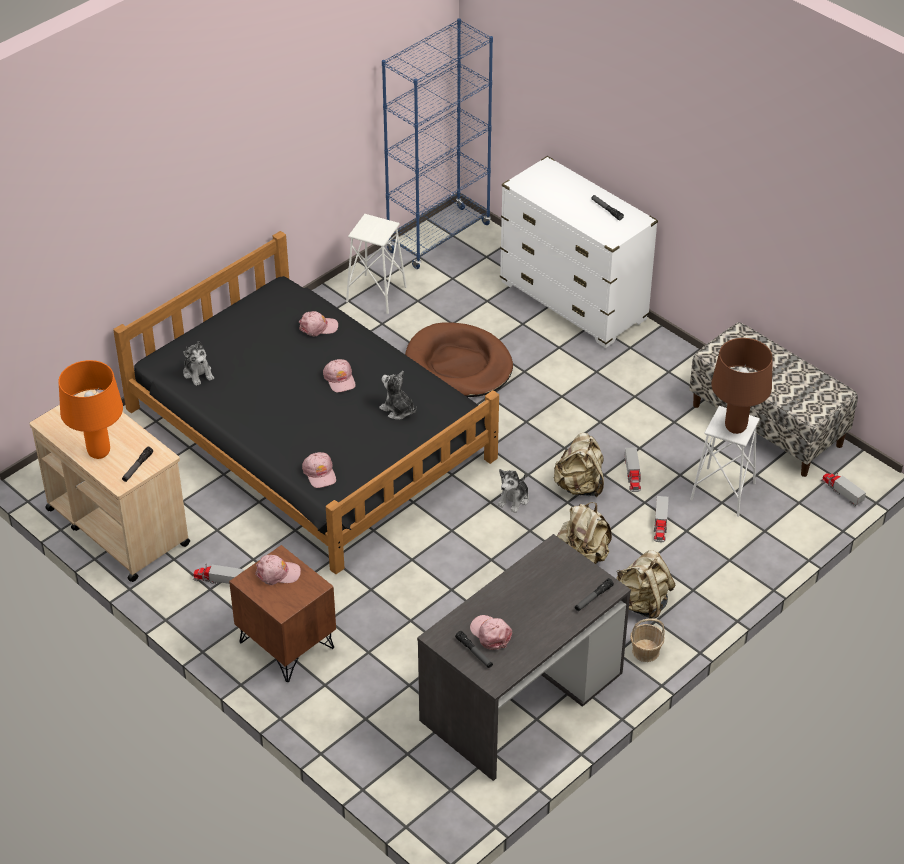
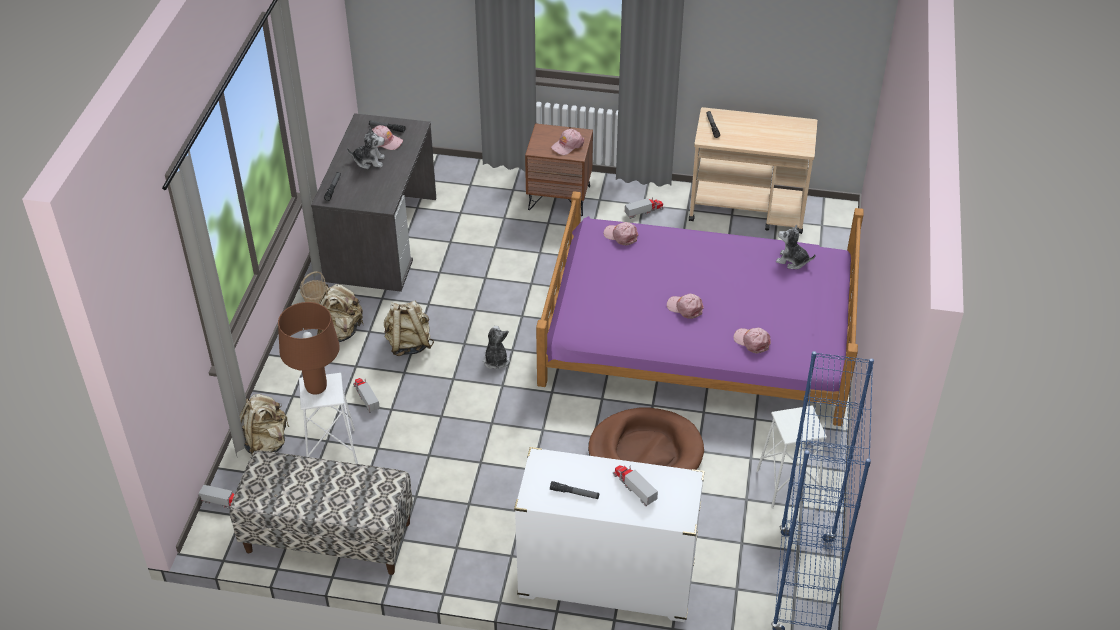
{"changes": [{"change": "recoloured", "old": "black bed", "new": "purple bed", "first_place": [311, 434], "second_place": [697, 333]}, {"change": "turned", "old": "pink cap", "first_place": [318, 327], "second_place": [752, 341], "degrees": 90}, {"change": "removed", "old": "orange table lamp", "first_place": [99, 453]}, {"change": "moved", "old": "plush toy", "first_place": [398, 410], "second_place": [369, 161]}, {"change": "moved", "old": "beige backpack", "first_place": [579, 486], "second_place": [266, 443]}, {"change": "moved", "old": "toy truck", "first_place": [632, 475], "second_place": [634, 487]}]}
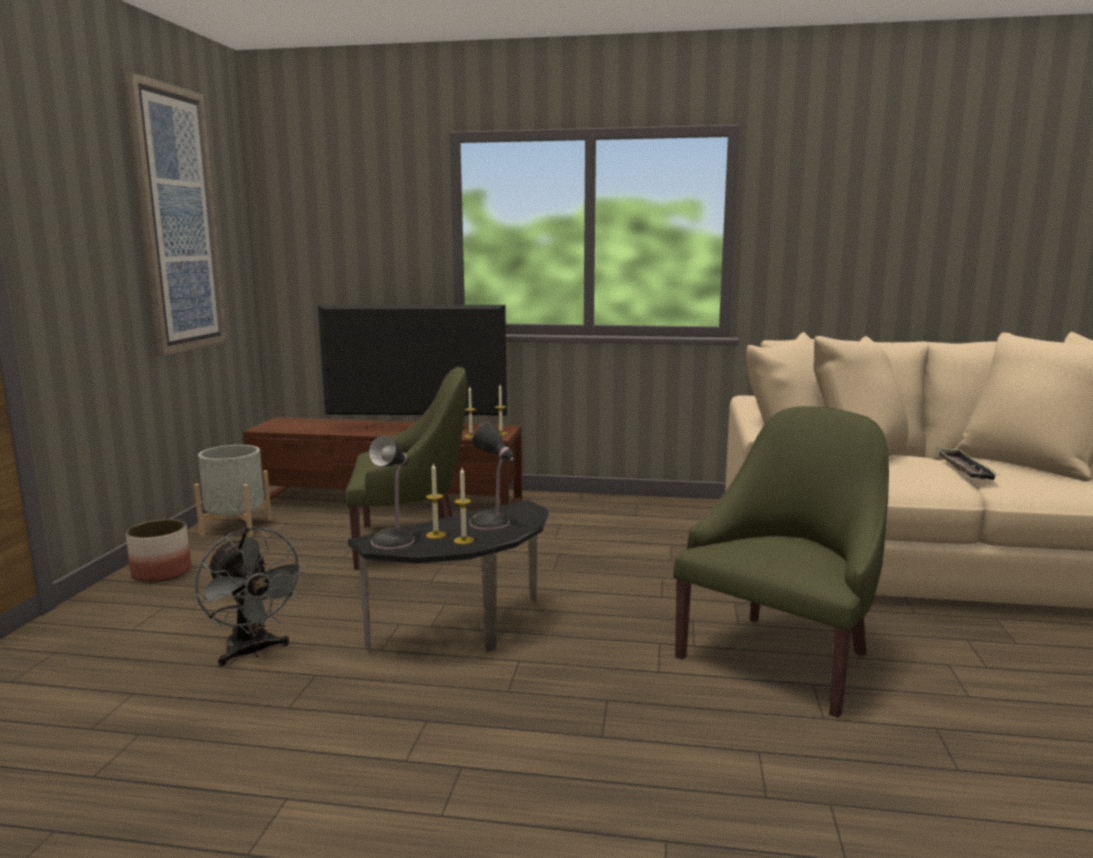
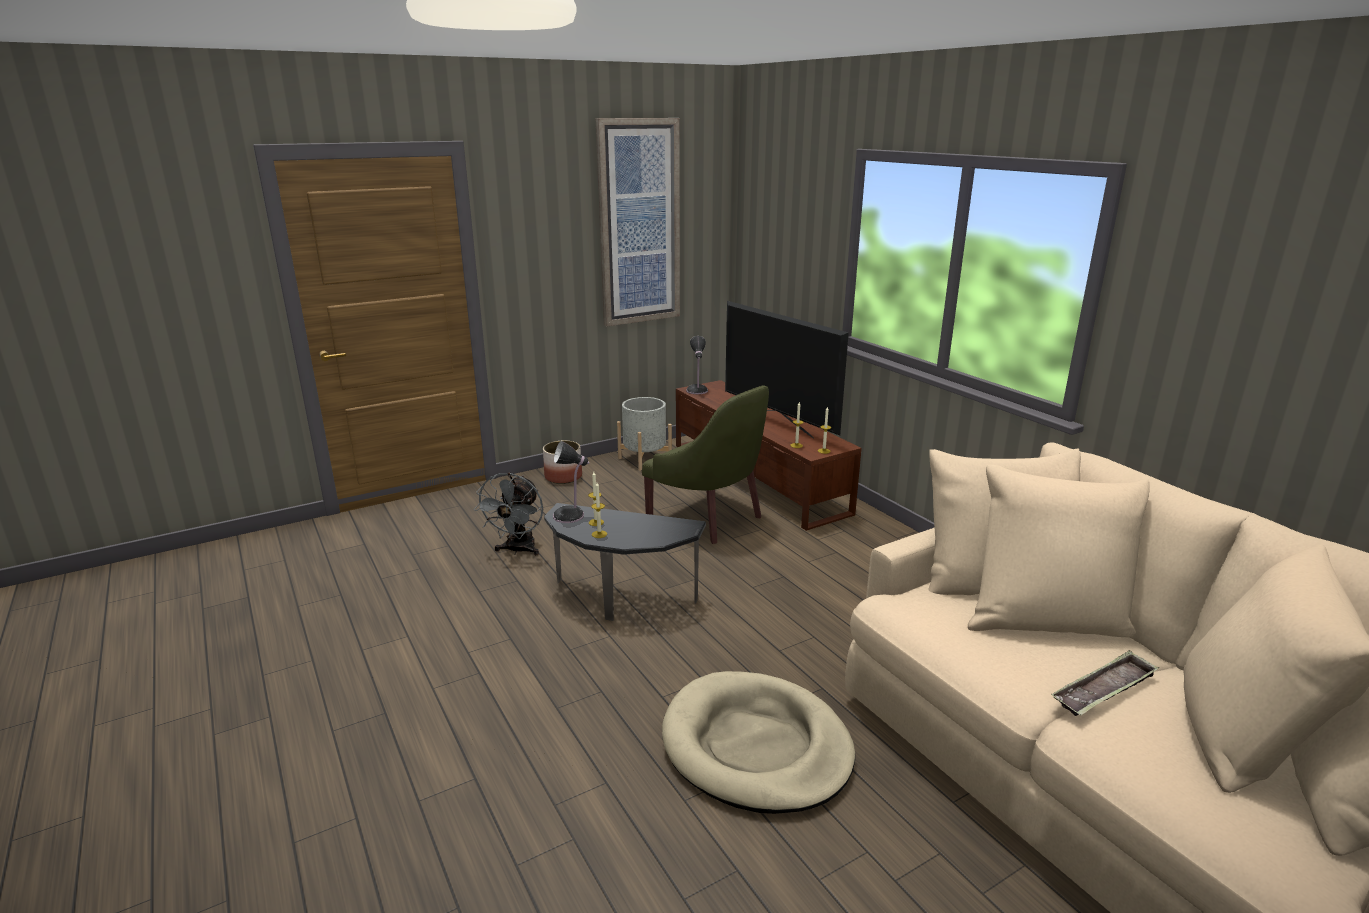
{"changes": [{"change": "replaced", "old": "green armchair", "new": "beige dog bed", "first_place": [781, 657], "second_place": [756, 747]}, {"change": "moved", "old": "table lamp", "first_place": [491, 524], "second_place": [697, 391]}]}
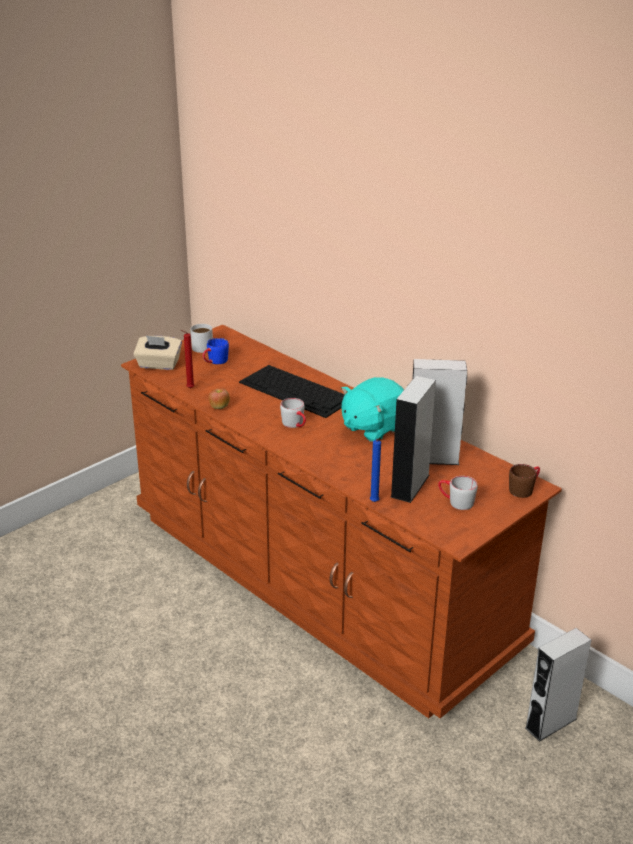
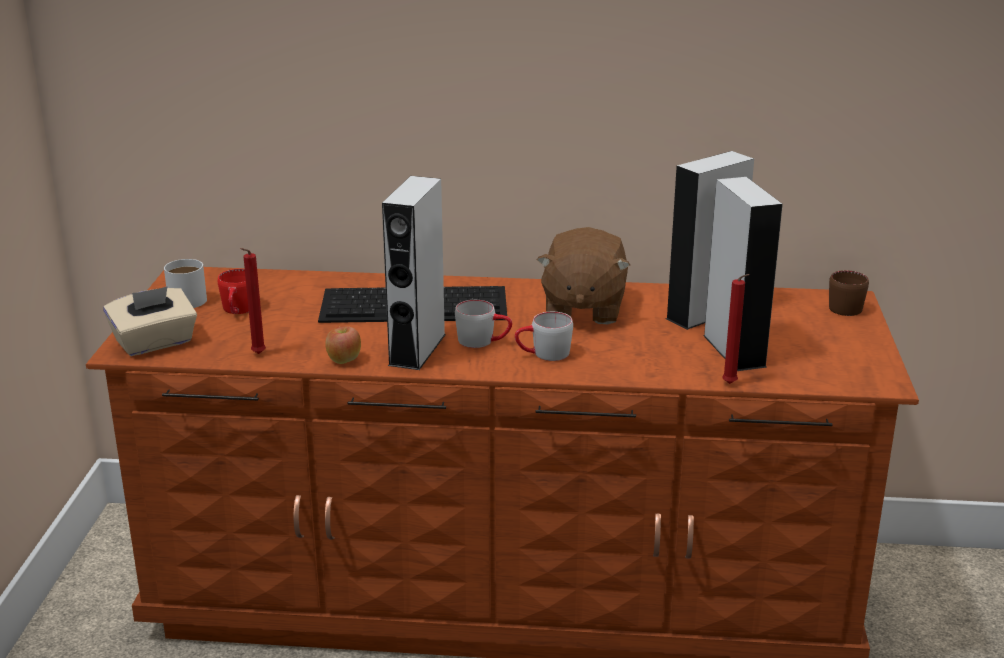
{"changes": [{"change": "recoloured", "old": "blue mug", "new": "red mug", "first_place": [215, 362], "second_place": [238, 311]}, {"change": "recoloured", "old": "turquoise plush toy", "new": "brown plush toy", "first_place": [373, 428], "second_place": [582, 309]}, {"change": "recoloured", "old": "blue candle", "new": "red candle", "first_place": [374, 503], "second_place": [731, 385]}, {"change": "moved", "old": "grey mug", "first_place": [455, 502], "second_place": [543, 354]}, {"change": "moved", "old": "grey speaker", "first_place": [550, 723], "second_place": [417, 349]}]}
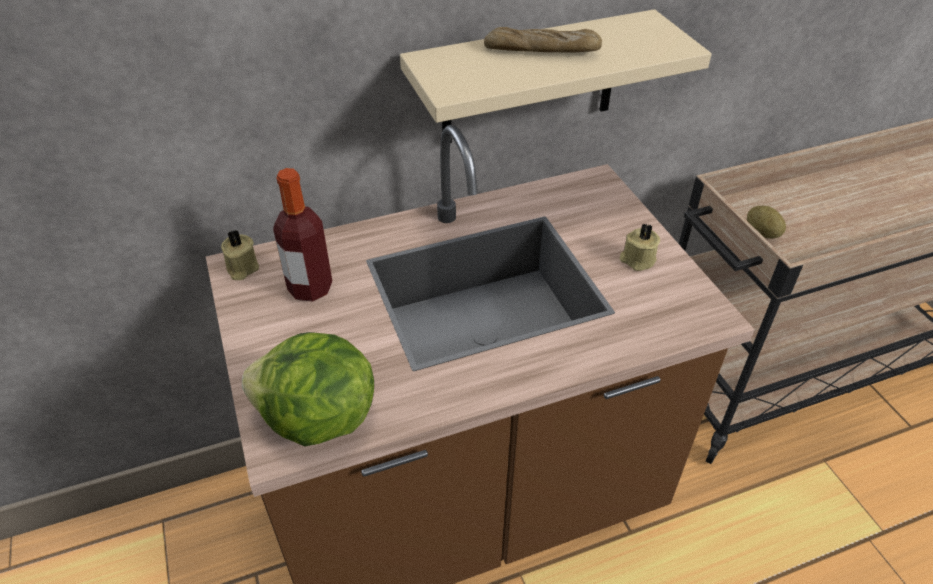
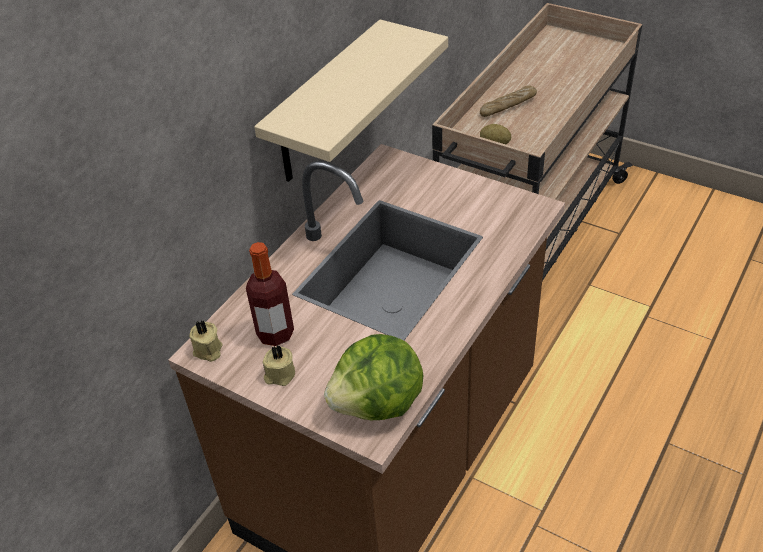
{"changes": [{"change": "moved", "old": "bread", "first_place": [541, 51], "second_place": [508, 106]}, {"change": "moved", "old": "beige candle", "first_place": [637, 260], "second_place": [279, 375]}]}
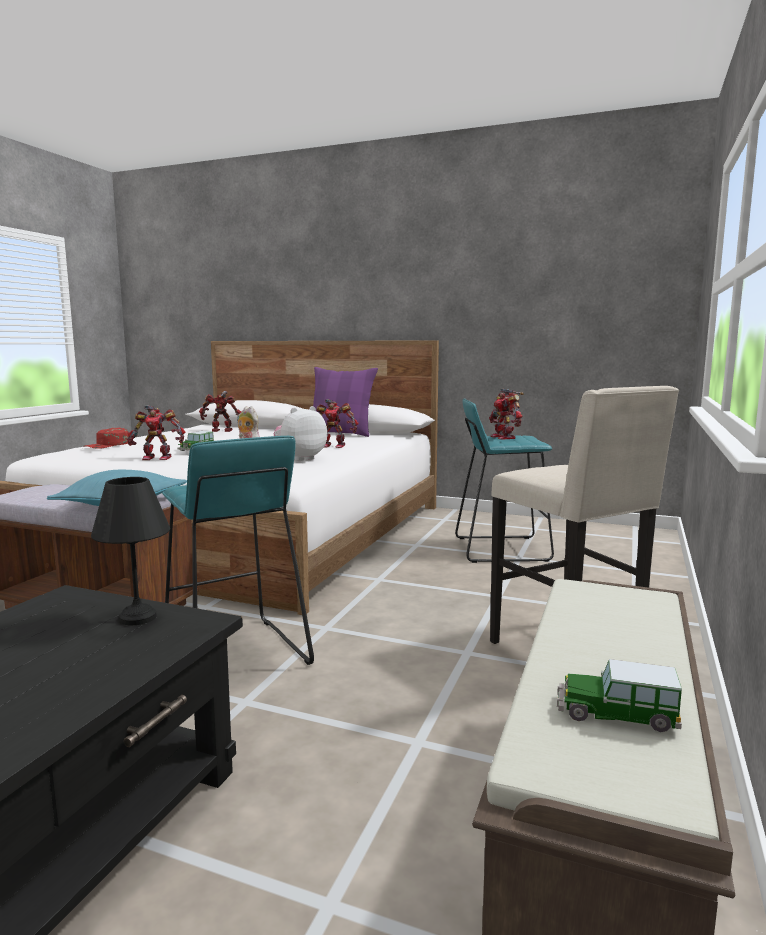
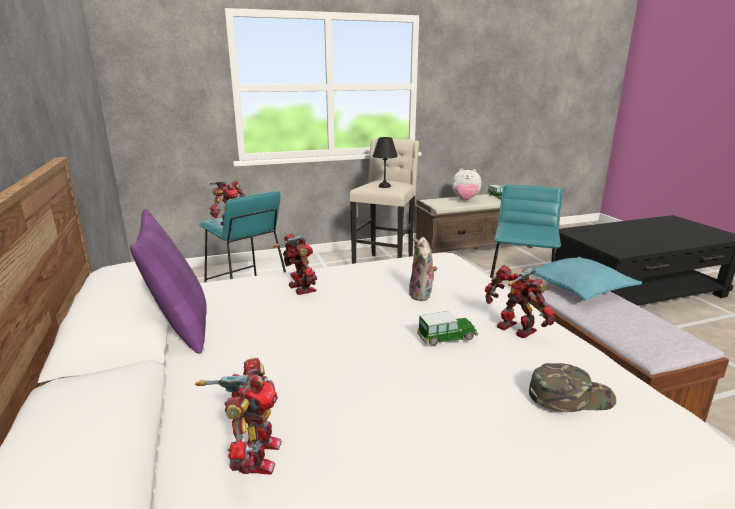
{"changes": [{"change": "turned", "old": "toy robot", "first_place": [222, 431], "second_place": [255, 456], "degrees": -135}, {"change": "moved", "old": "plush toy", "first_place": [300, 458], "second_place": [465, 200]}, {"change": "recoloured", "old": "red cap", "new": "green cap", "first_place": [107, 445], "second_place": [570, 396]}, {"change": "moved", "old": "black table lamp", "first_place": [137, 617], "second_place": [384, 186]}]}
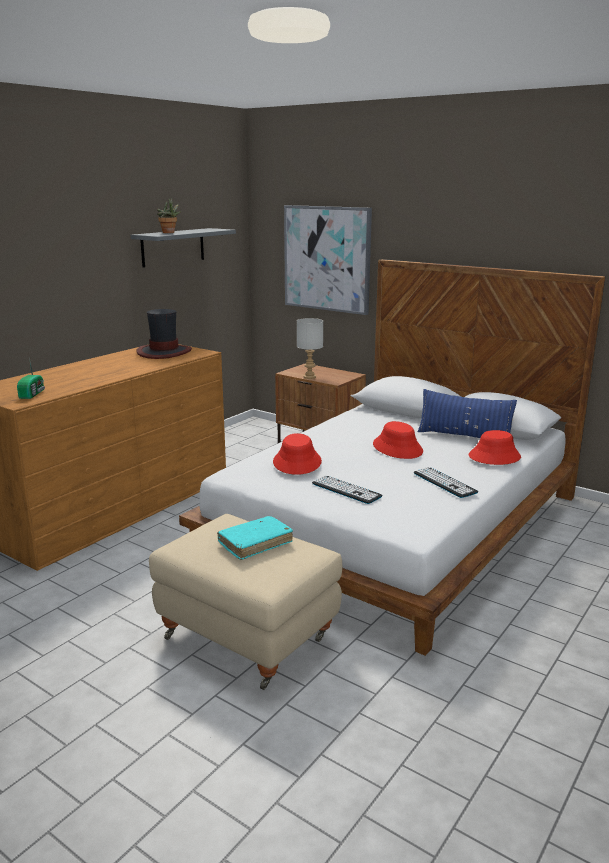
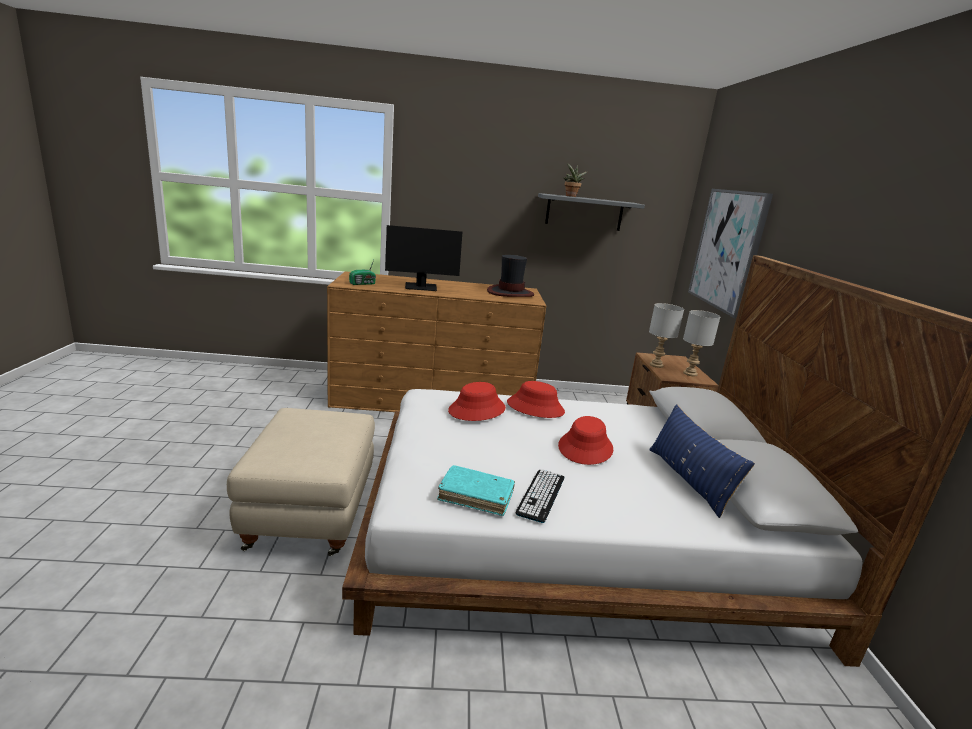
{"changes": [{"change": "moved", "old": "red hat", "first_place": [494, 456], "second_place": [535, 407]}, {"change": "removed", "old": "keyboard", "first_place": [346, 490]}, {"change": "moved", "old": "turquoise book", "first_place": [255, 543], "second_place": [476, 496]}, {"change": "added", "new": "monitor", "second_place": [421, 287]}, {"change": "added", "new": "grey table lamp", "second_place": [689, 374]}]}
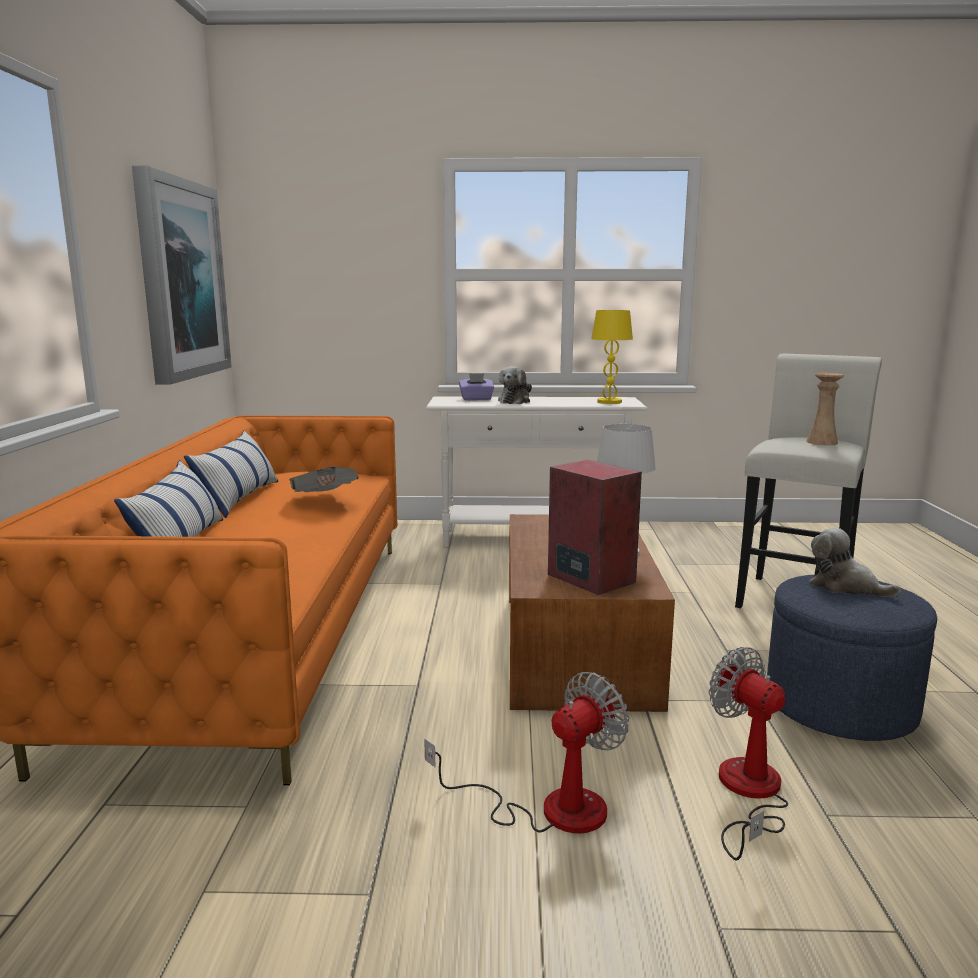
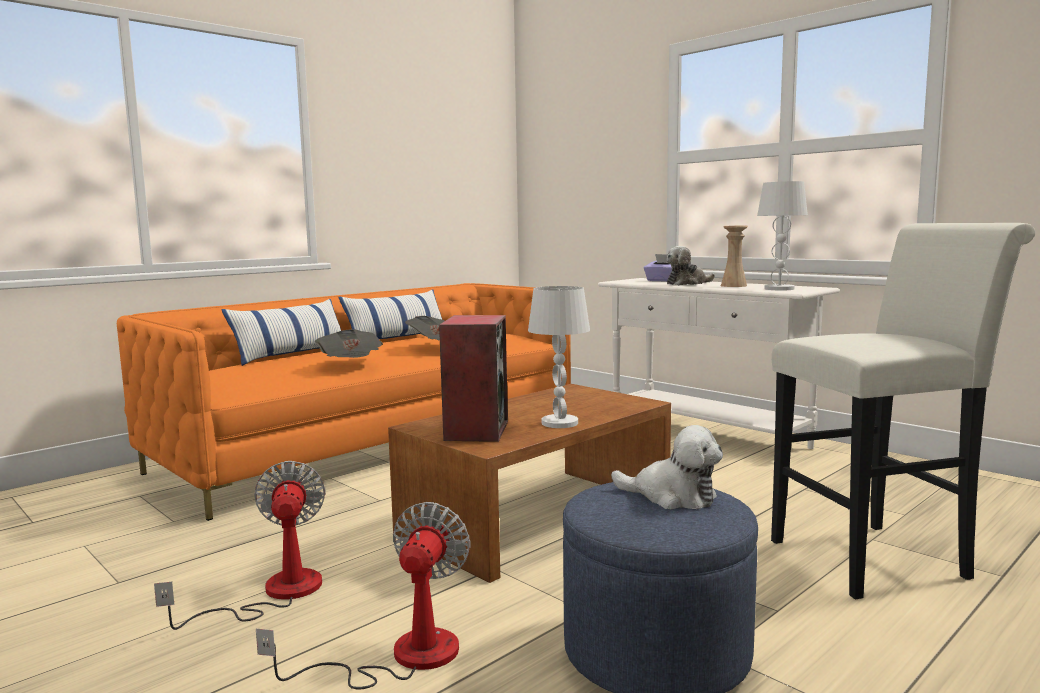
{"changes": [{"change": "removed", "old": "picture", "first_place": [181, 280]}, {"change": "recoloured", "old": "yellow table lamp", "new": "white table lamp", "first_place": [609, 402], "second_place": [779, 289]}, {"change": "moved", "old": "beige vase", "first_place": [822, 442], "second_place": [733, 285]}, {"change": "turned", "old": "plush toy", "first_place": [845, 586], "second_place": [672, 496], "degrees": 120}, {"change": "turned", "old": "fan", "first_place": [550, 808], "second_place": [274, 594], "degrees": -105}, {"change": "added", "new": "newspaper", "second_place": [351, 363]}]}
